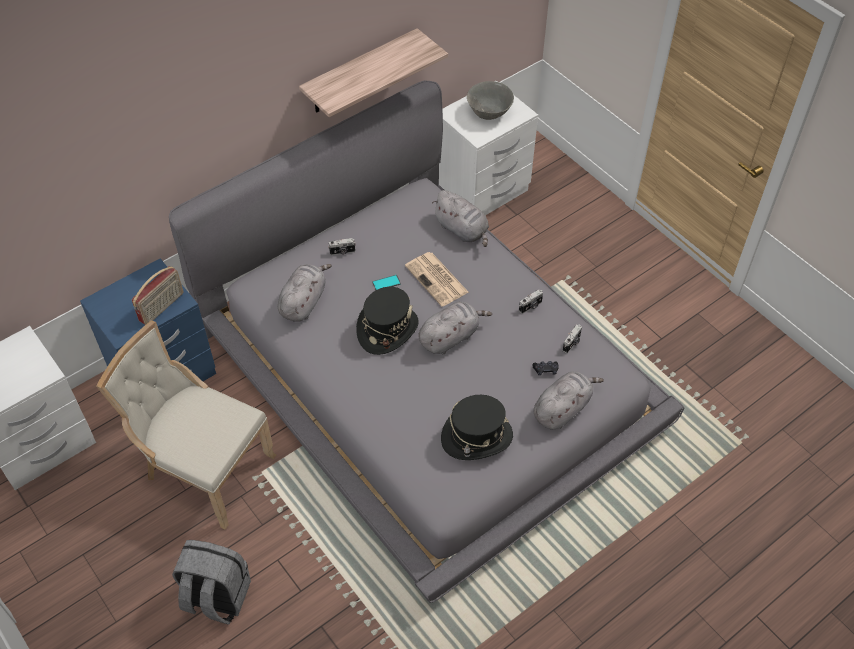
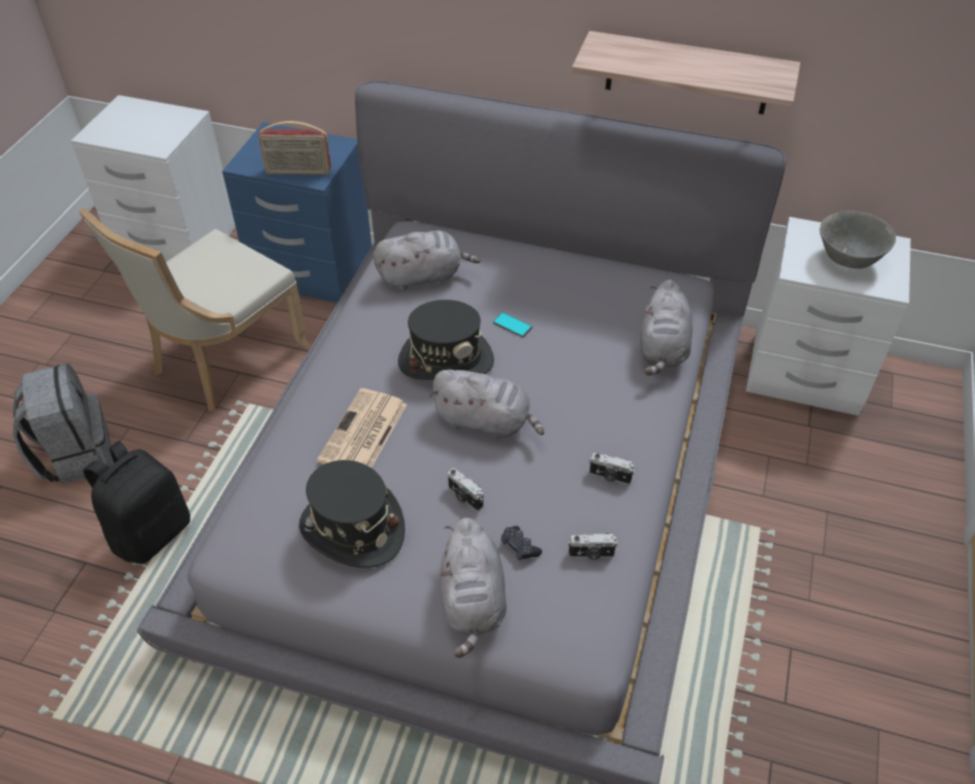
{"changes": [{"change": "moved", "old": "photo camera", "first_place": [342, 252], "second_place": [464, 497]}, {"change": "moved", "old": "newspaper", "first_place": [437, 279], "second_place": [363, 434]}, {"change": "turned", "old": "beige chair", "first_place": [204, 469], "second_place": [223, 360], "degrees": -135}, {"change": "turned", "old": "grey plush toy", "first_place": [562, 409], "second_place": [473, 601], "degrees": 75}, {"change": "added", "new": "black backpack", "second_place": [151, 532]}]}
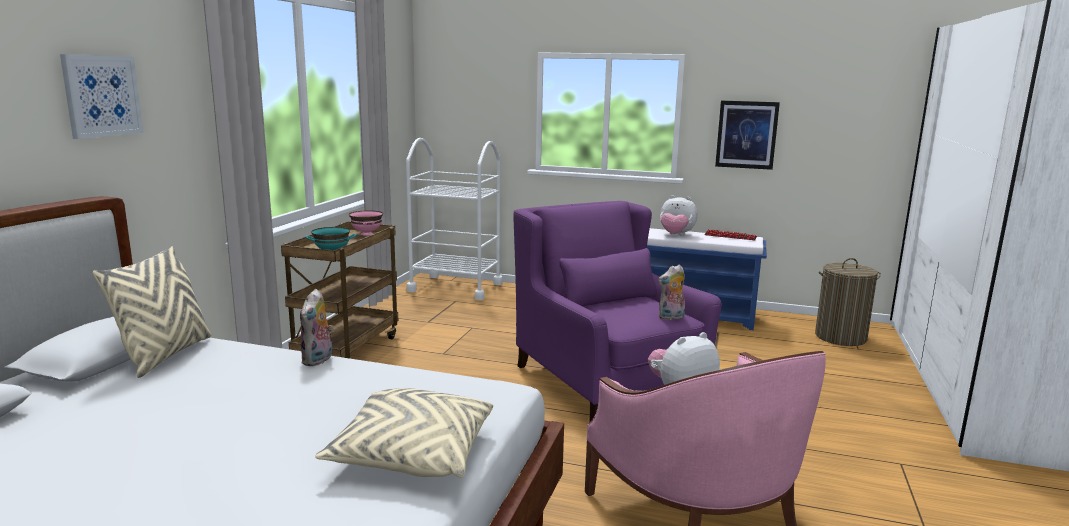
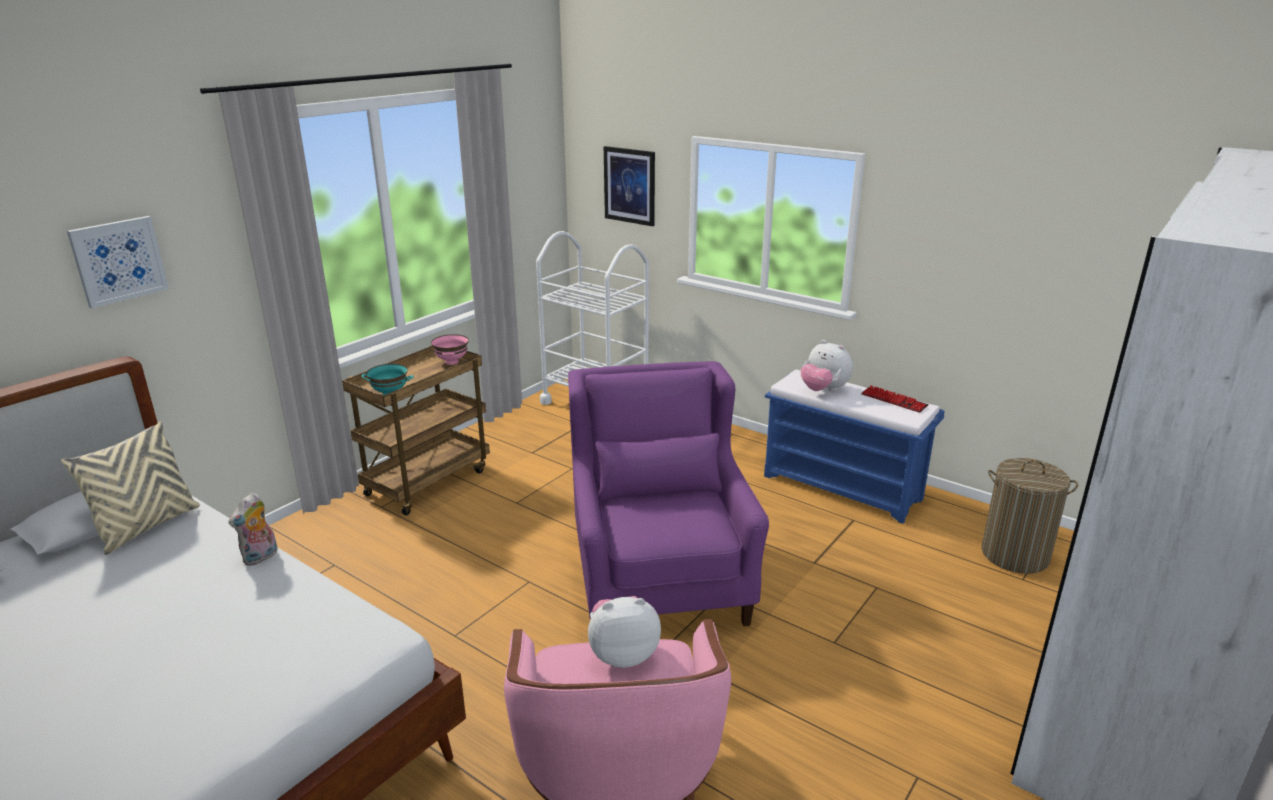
{"changes": [{"change": "moved", "old": "picture", "first_place": [746, 134], "second_place": [629, 185]}, {"change": "removed", "old": "plush toy", "first_place": [671, 317]}, {"change": "removed", "old": "beige pillow", "first_place": [412, 454]}]}
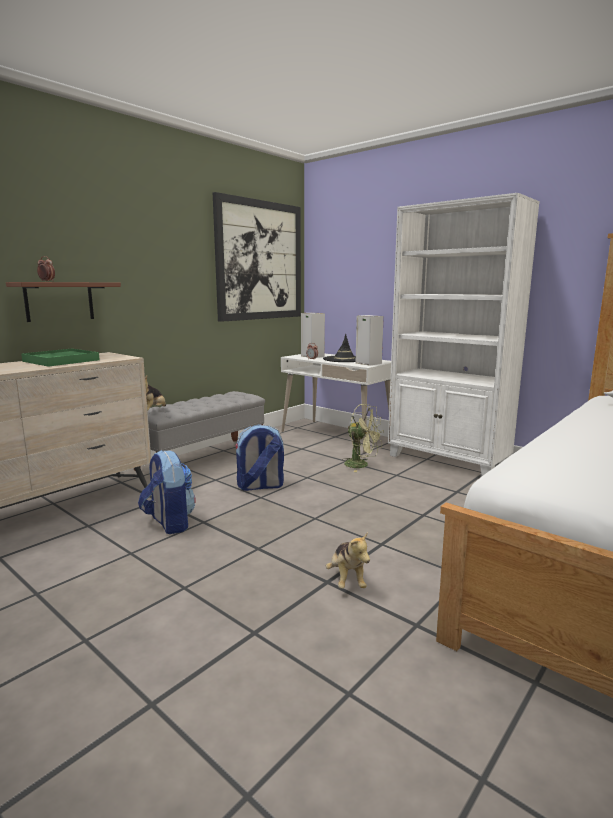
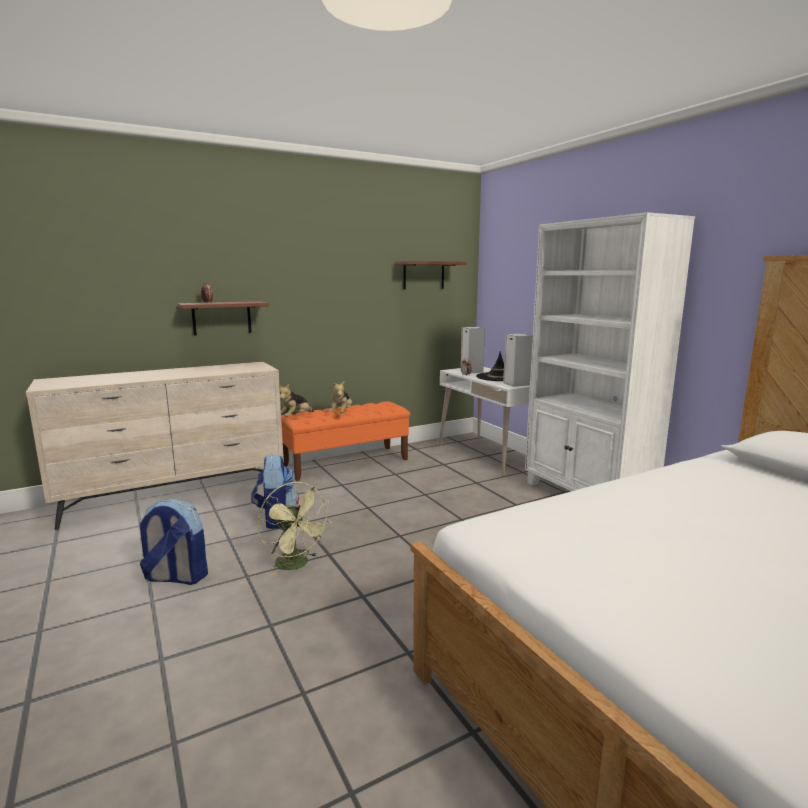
{"changes": [{"change": "replaced", "old": "picture", "new": "brown shelf", "first_place": [259, 261], "second_place": [423, 275]}, {"change": "removed", "old": "green tray", "first_place": [61, 361]}, {"change": "recoloured", "old": "grey bench", "new": "orange bench", "first_place": [203, 458], "second_place": [346, 463]}, {"change": "moved", "old": "green fan", "first_place": [361, 465], "second_place": [296, 565]}, {"change": "moved", "old": "backpack", "first_place": [260, 486], "second_place": [176, 577]}, {"change": "moved", "old": "plush toy", "first_place": [347, 580], "second_place": [341, 413]}]}
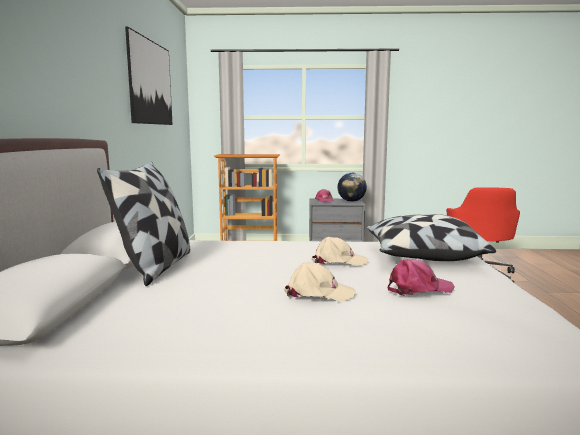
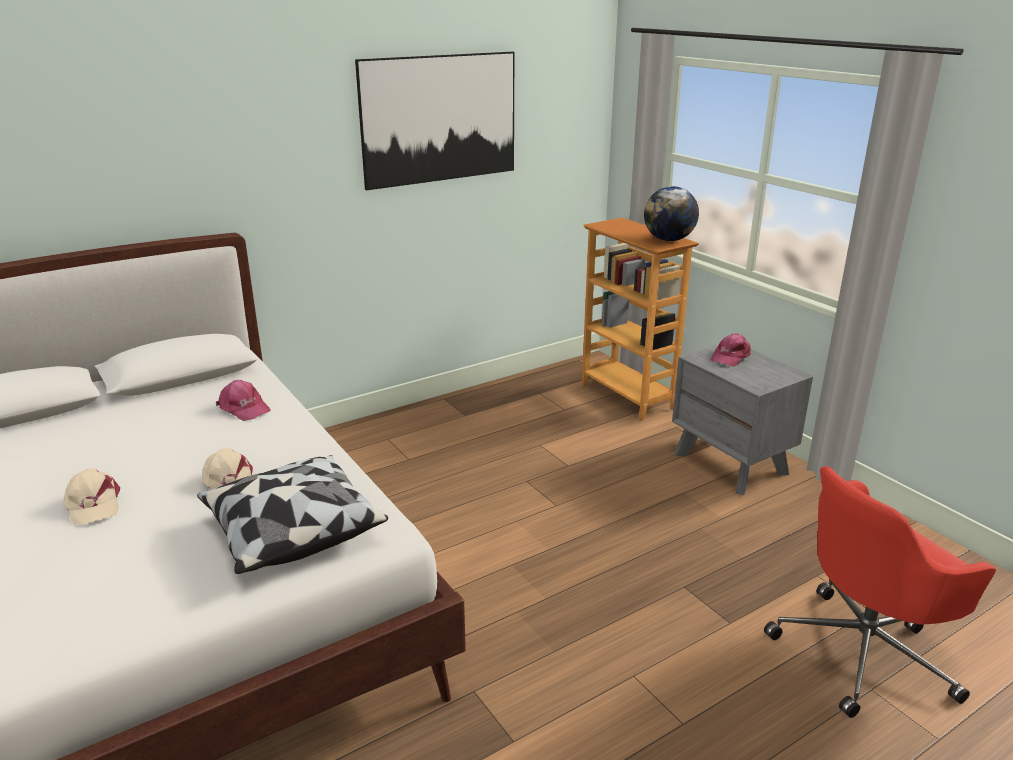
{"changes": [{"change": "removed", "old": "pillow", "first_place": [156, 267]}, {"change": "moved", "old": "globe", "first_place": [351, 201], "second_place": [669, 240]}, {"change": "moved", "old": "pink cap", "first_place": [418, 288], "second_place": [244, 408]}]}
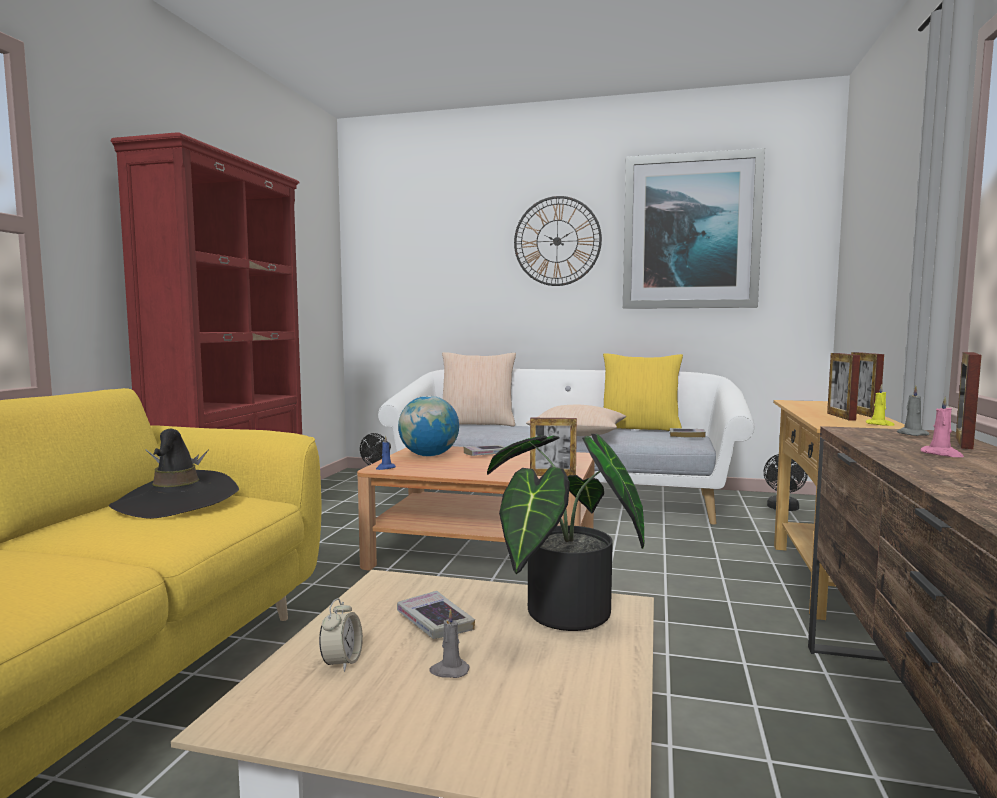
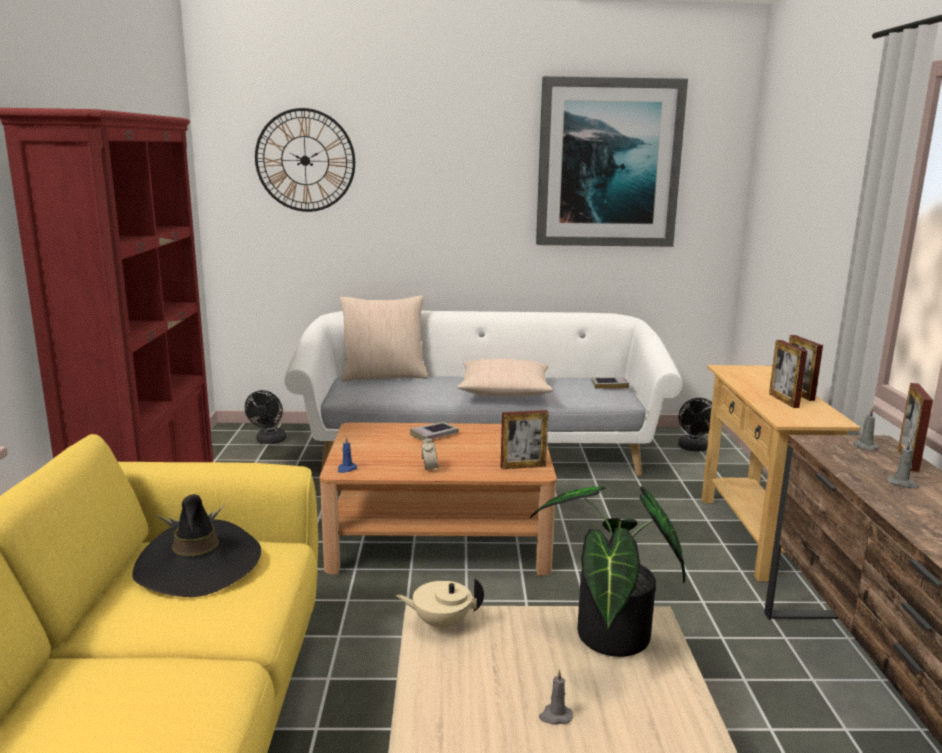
{"changes": [{"change": "moved", "old": "wall clock", "first_place": [557, 241], "second_place": [305, 160]}, {"change": "removed", "old": "yellow pillow", "first_place": [640, 428]}, {"change": "removed", "old": "yellow candle", "first_place": [880, 424]}, {"change": "removed", "old": "globe", "first_place": [429, 455]}, {"change": "recoloured", "old": "pink candle", "new": "grey candle", "first_place": [942, 454], "second_place": [903, 484]}, {"change": "removed", "old": "book", "first_place": [434, 622]}, {"change": "moved", "old": "alarm clock", "first_place": [342, 662], "second_place": [430, 468]}, {"change": "added", "new": "beige teapot", "second_place": [441, 623]}]}
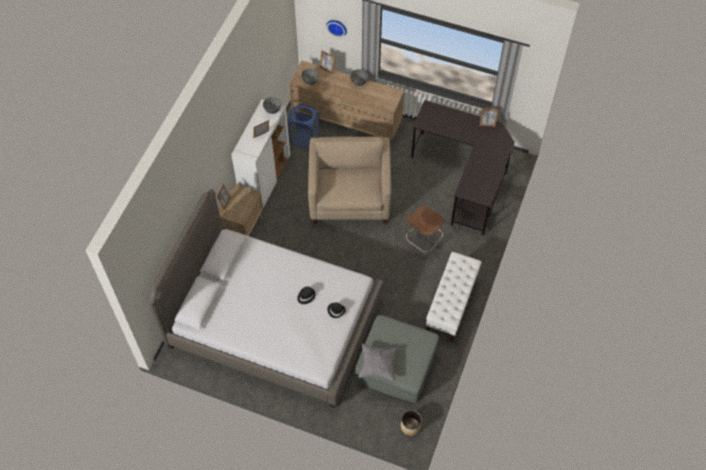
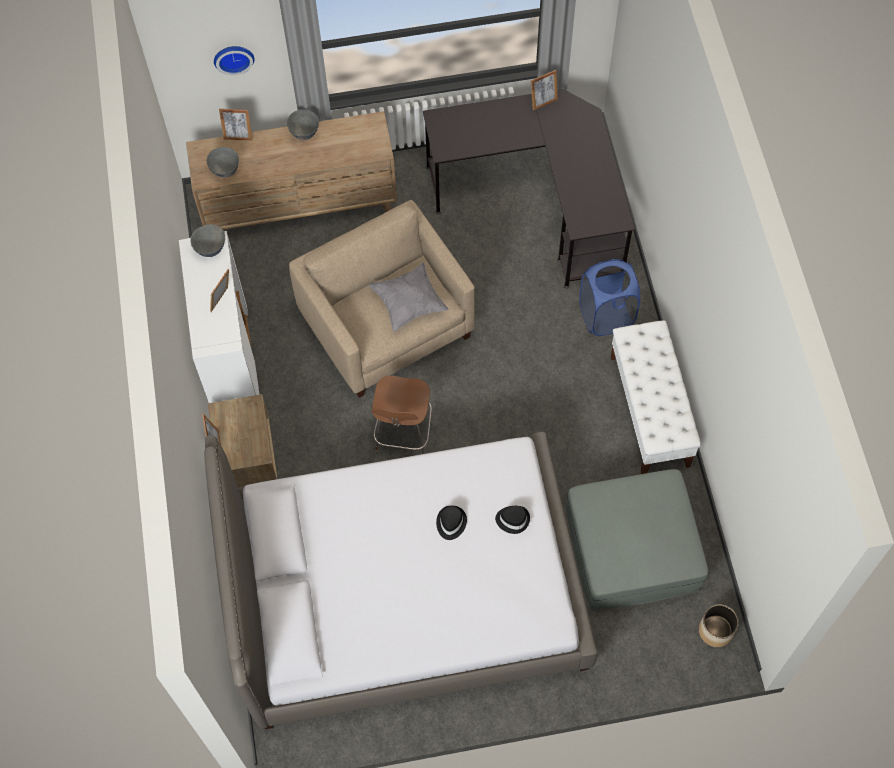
{"changes": [{"change": "moved", "old": "blue laundry basket", "first_place": [304, 138], "second_place": [606, 316]}, {"change": "moved", "old": "brown chair", "first_place": [422, 242], "second_place": [403, 433]}, {"change": "moved", "old": "grey pillow", "first_place": [378, 365], "second_place": [409, 303]}]}
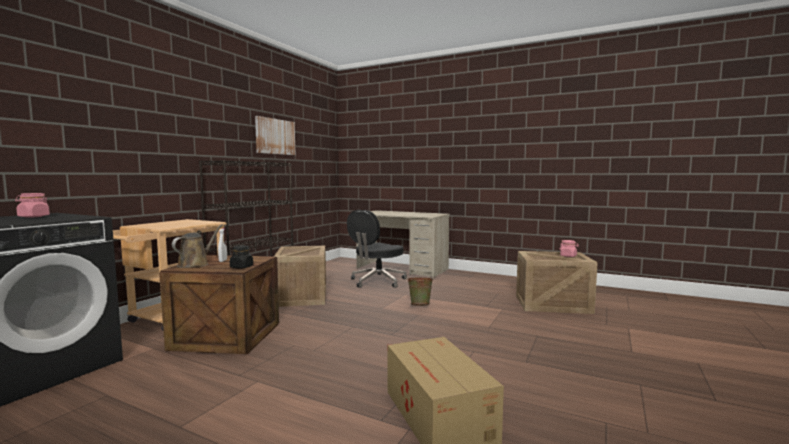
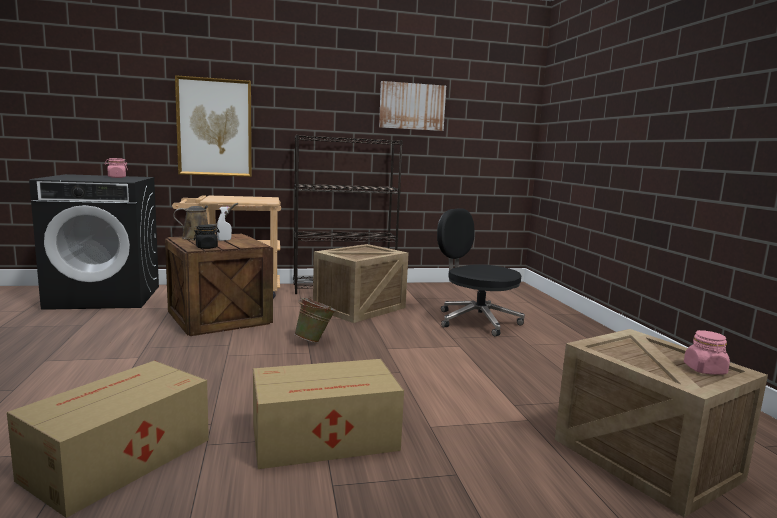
{"changes": [{"change": "turned", "old": "black office chair", "first_place": [377, 281], "second_place": [475, 321], "degrees": 45}, {"change": "removed", "old": "beige desk", "first_place": [402, 269]}, {"change": "moved", "old": "green bucket", "first_place": [420, 305], "second_place": [315, 341]}, {"change": "added", "new": "picture", "second_place": [214, 127]}, {"change": "added", "new": "cardboard box", "second_place": [327, 438]}]}
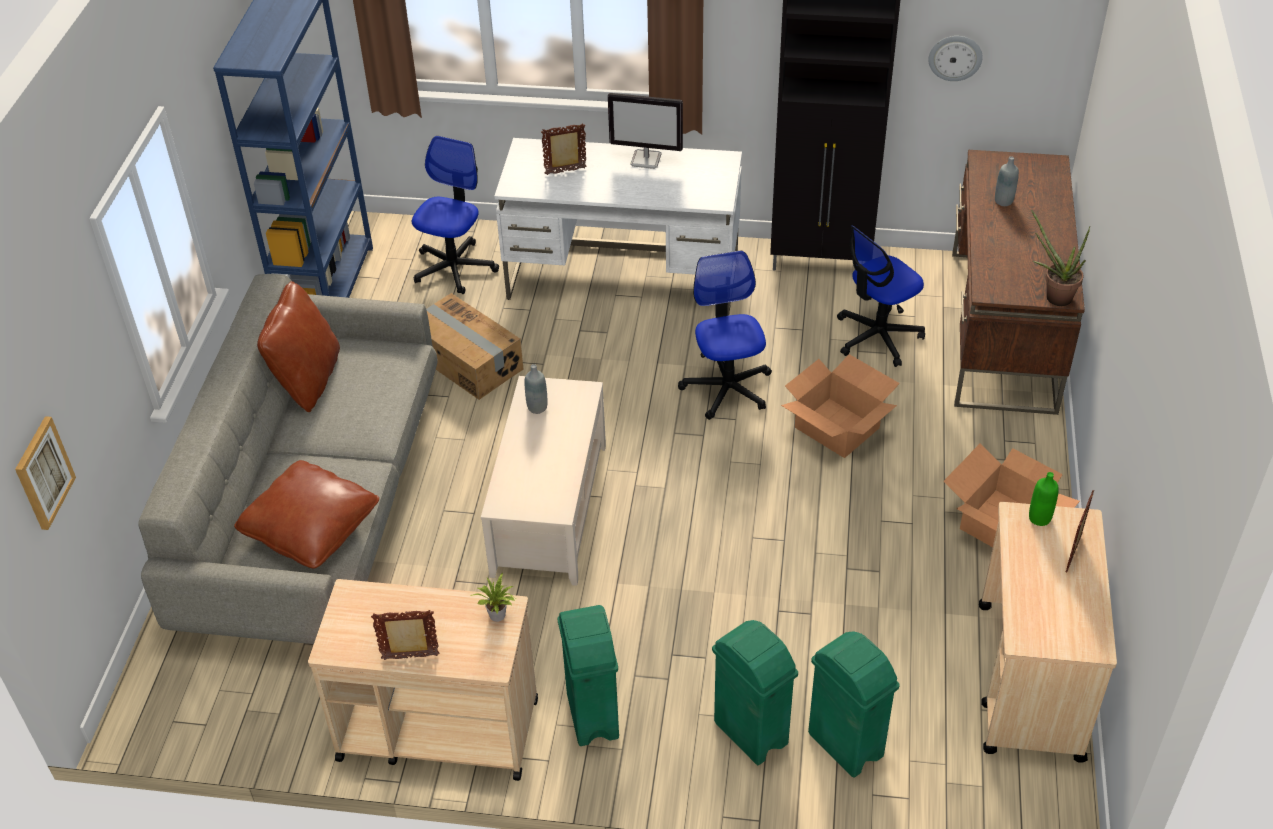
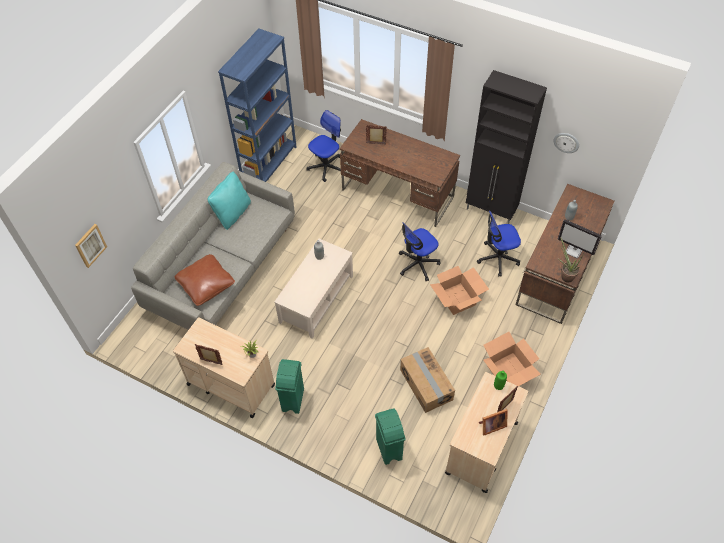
{"changes": [{"change": "moved", "old": "monitor", "first_place": [646, 159], "second_place": [574, 251]}, {"change": "recoloured", "old": "white desk", "new": "brown desk", "first_place": [624, 277], "second_place": [398, 193]}, {"change": "turned", "old": "office chair", "first_place": [727, 388], "second_place": [417, 264], "degrees": -135}, {"change": "recoloured", "old": "brown pillow", "new": "turquoise pillow", "first_place": [308, 380], "second_place": [232, 213]}, {"change": "moved", "old": "cardboard box", "first_place": [466, 361], "second_place": [425, 385]}, {"change": "removed", "old": "green trash can", "first_place": [751, 734]}, {"change": "added", "new": "picture frame", "second_place": [491, 426]}]}
